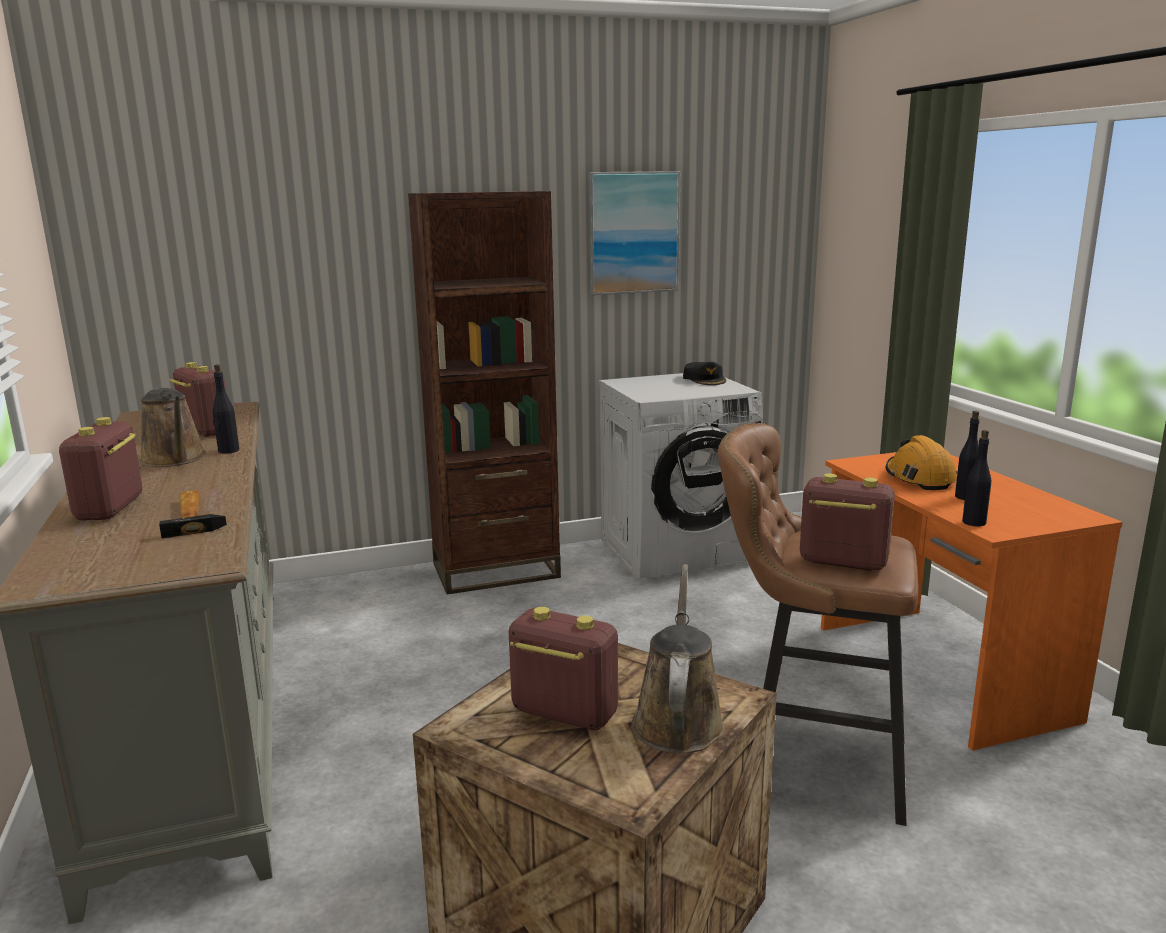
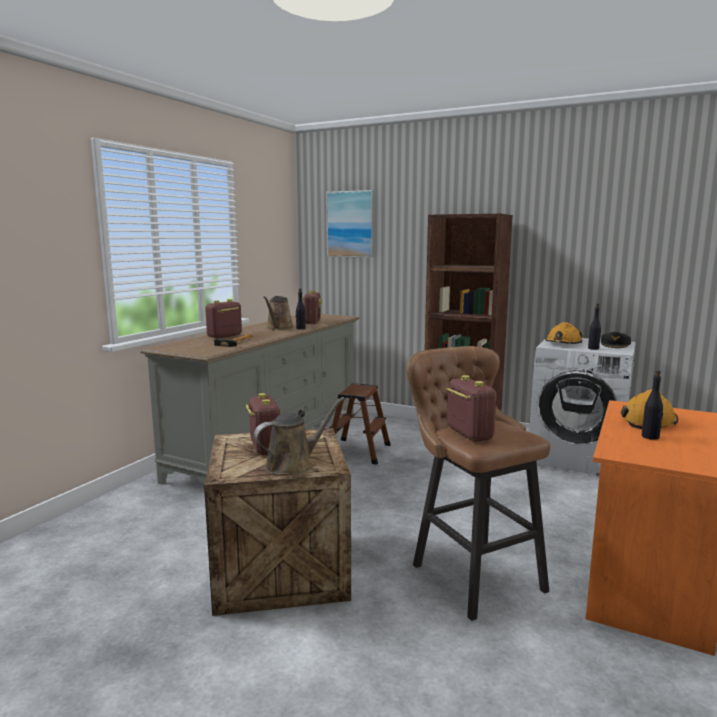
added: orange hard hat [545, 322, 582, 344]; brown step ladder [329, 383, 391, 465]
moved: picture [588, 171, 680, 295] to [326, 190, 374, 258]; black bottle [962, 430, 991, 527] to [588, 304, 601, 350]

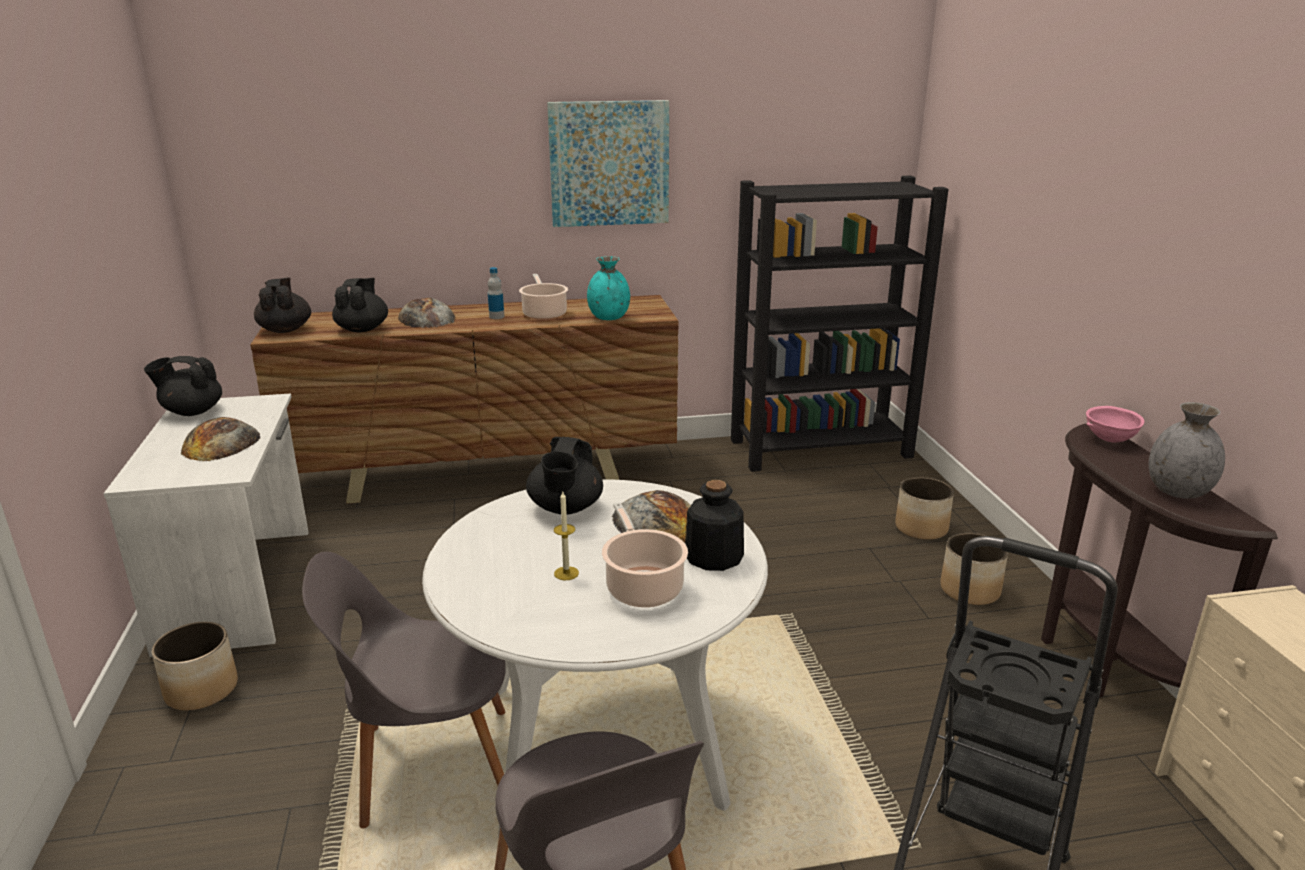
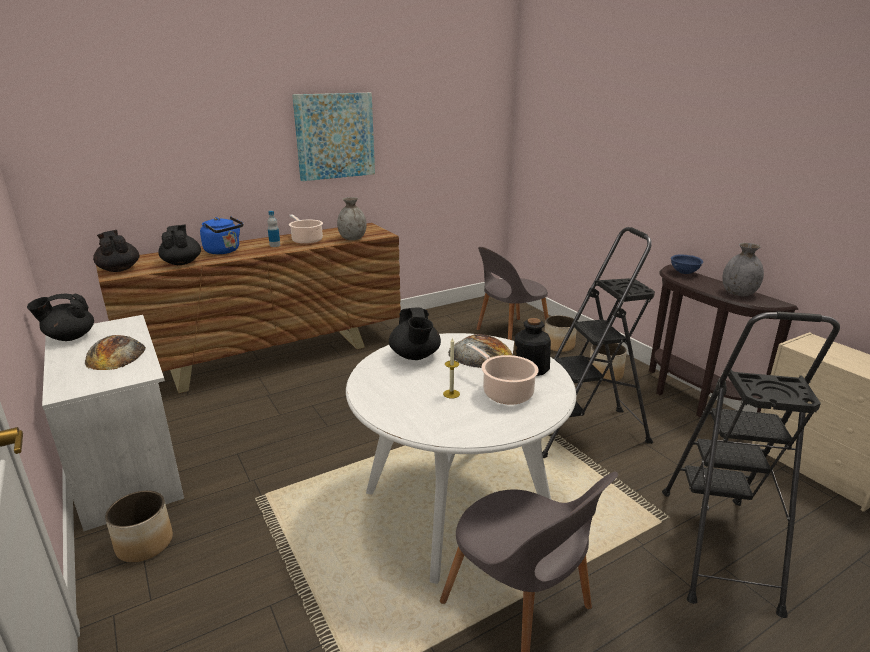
removed: black bookcase [731, 176, 948, 472]
added: step ladder [542, 227, 655, 458]
moved: grey chair [302, 552, 506, 828] to [476, 247, 549, 340]
replaced: bread [398, 298, 455, 328] to blue kettle [200, 216, 244, 254]
recoloured: turquoise vase [587, 256, 630, 320] to grey vase [337, 197, 367, 240]; pink bowl [1086, 406, 1145, 442] to blue bowl [671, 254, 703, 274]

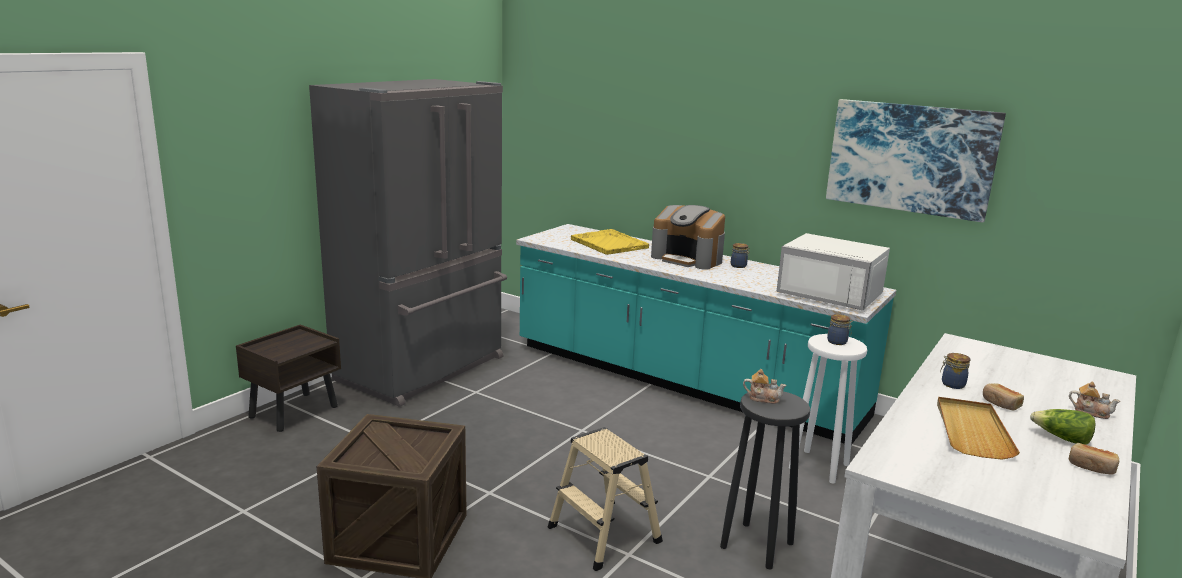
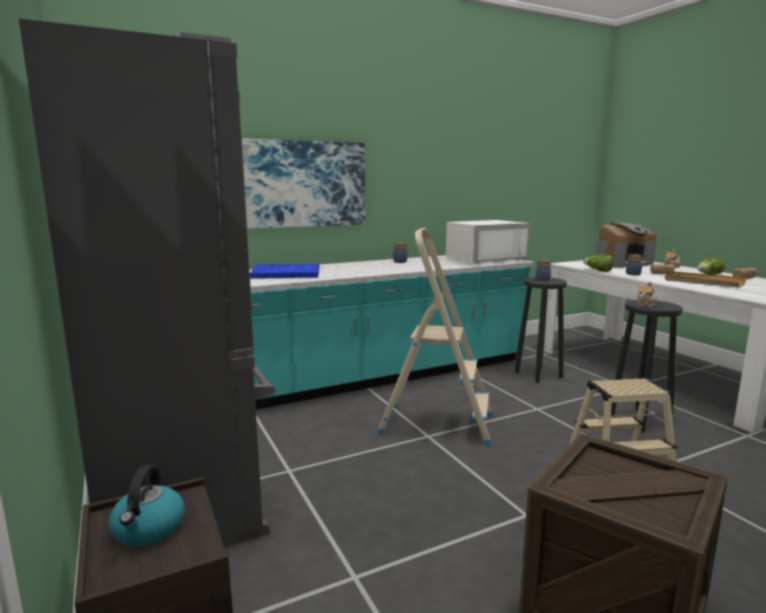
added: beige step ladder [376, 228, 494, 446]; lettuce [583, 255, 614, 272]; kettle [109, 465, 185, 547]
moved: picture [826, 99, 1006, 222] to [242, 138, 365, 229]; coffee machine [651, 205, 725, 270] to [597, 222, 657, 268]
recoloured: yellow tray [571, 229, 649, 255] to blue tray [250, 264, 320, 279]; white stool [789, 334, 867, 484] to black stool [515, 277, 567, 383]

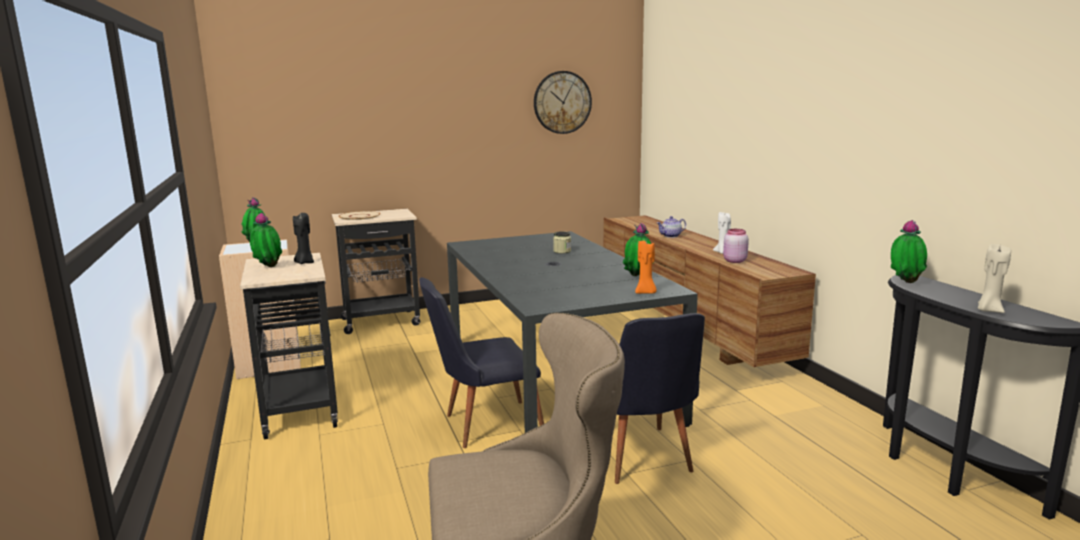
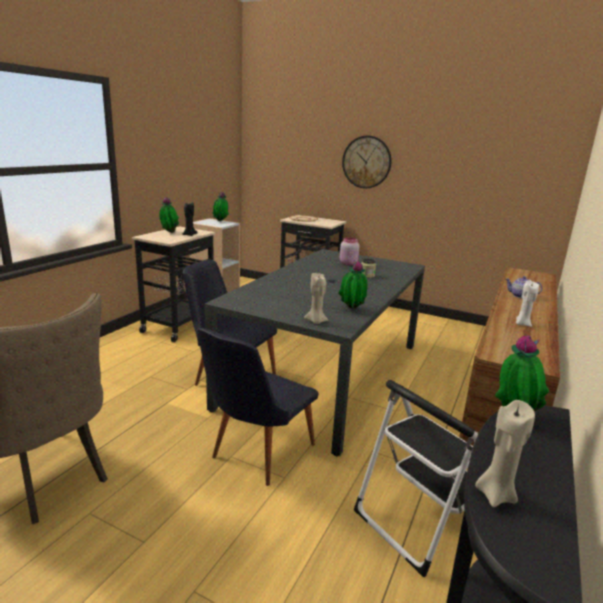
added: step ladder [354, 380, 478, 577]
moved: wall clock [534, 71, 592, 134] to [342, 136, 391, 188]; pink jar [723, 229, 749, 263] to [340, 238, 360, 265]
recoloured: orange candle [635, 240, 657, 294] to beige candle [304, 273, 328, 324]

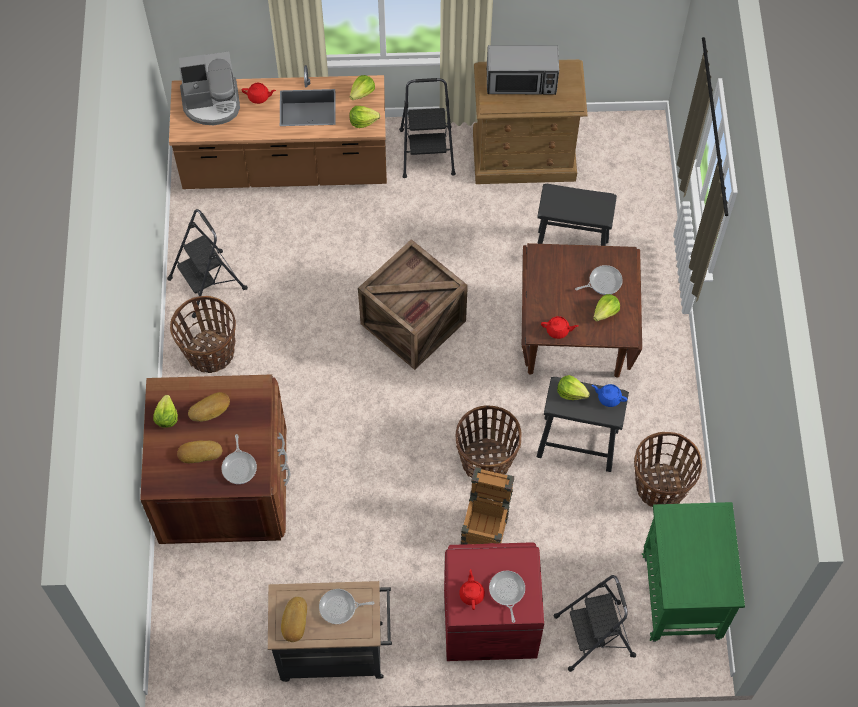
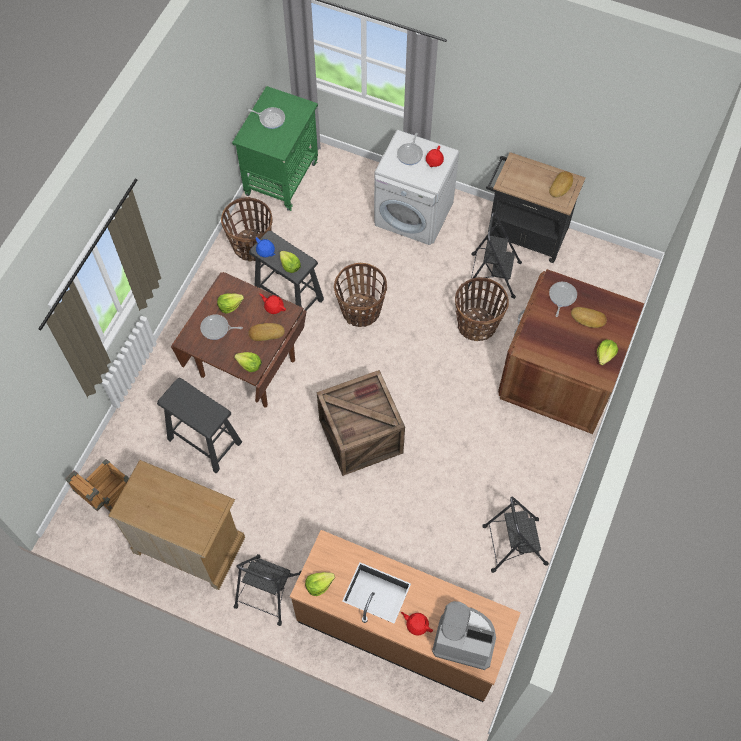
removed: microwave [487, 45, 559, 95]
moved: lettuce [349, 106, 380, 128] to [234, 352, 262, 372]; basket [170, 296, 236, 373] to [455, 277, 509, 341]; bread [188, 392, 230, 422] to [248, 323, 285, 341]; crate [461, 467, 514, 545] to [65, 459, 129, 512]; black step ladder [554, 575, 636, 672] to [464, 212, 522, 299]; frying pan [319, 589, 374, 624] to [248, 107, 285, 129]
recoloured: red washing machine [444, 542, 544, 661] to white washing machine [374, 130, 459, 245]

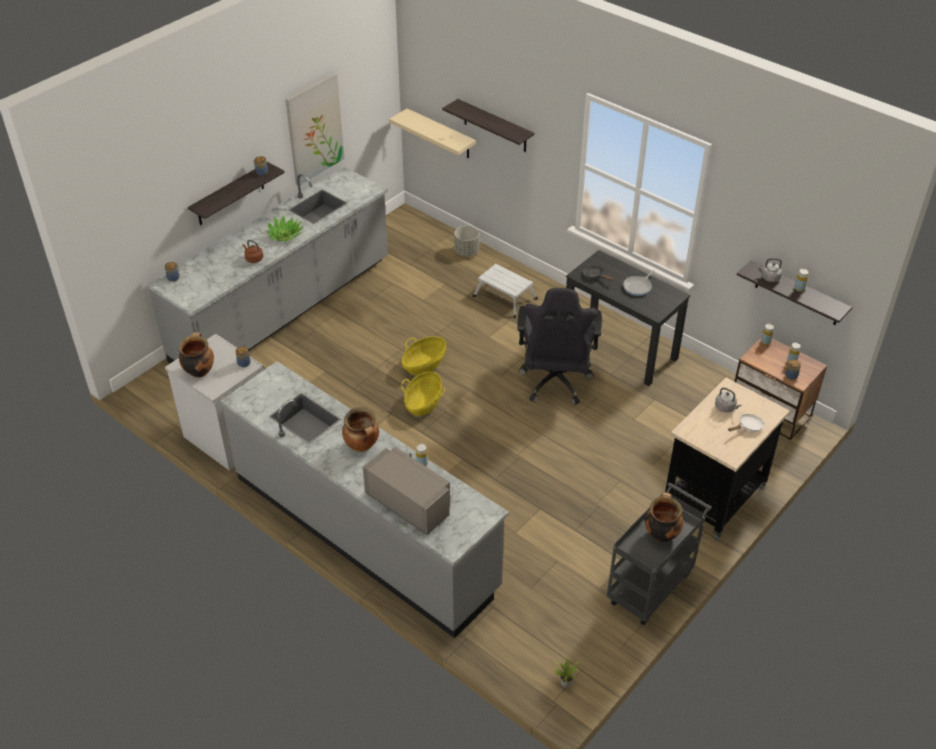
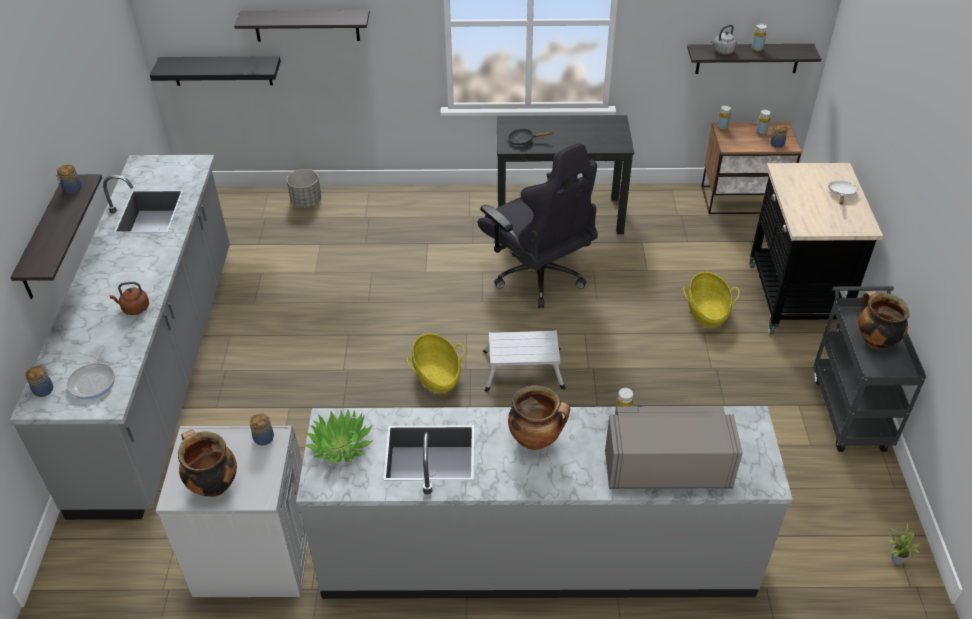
removed: picture [285, 73, 345, 185]; grey kettle [715, 388, 741, 413]
moved: potted plant [265, 215, 303, 242] to [304, 410, 374, 464]; white step ladder [472, 264, 538, 318] to [483, 330, 566, 392]; frying pan [623, 270, 654, 296] to [67, 345, 115, 400]; basket [402, 336, 446, 375] to [683, 272, 740, 327]
recoloured: beige shelf [389, 108, 476, 158] to black shelf [150, 56, 281, 86]

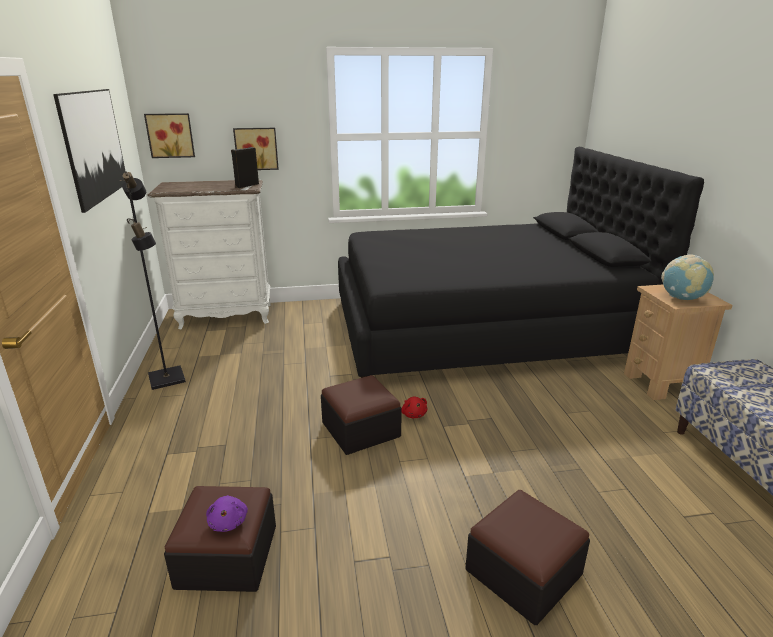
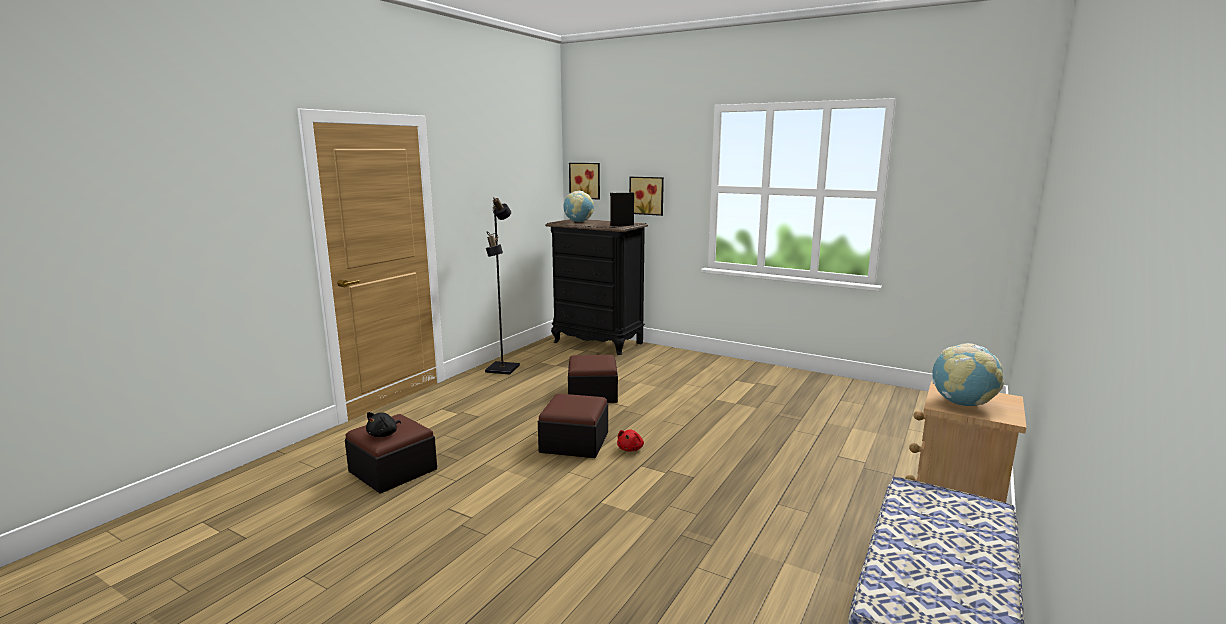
removed: picture [53, 89, 126, 213]; black bed [338, 147, 704, 378]
added: globe [563, 191, 594, 222]
moved: ottoman [466, 490, 590, 625] to [568, 355, 618, 403]
recoloured: white dresser [147, 179, 271, 329] to black dresser [545, 219, 648, 355]; purple plush toy [206, 495, 248, 532] to black plush toy [366, 412, 401, 437]

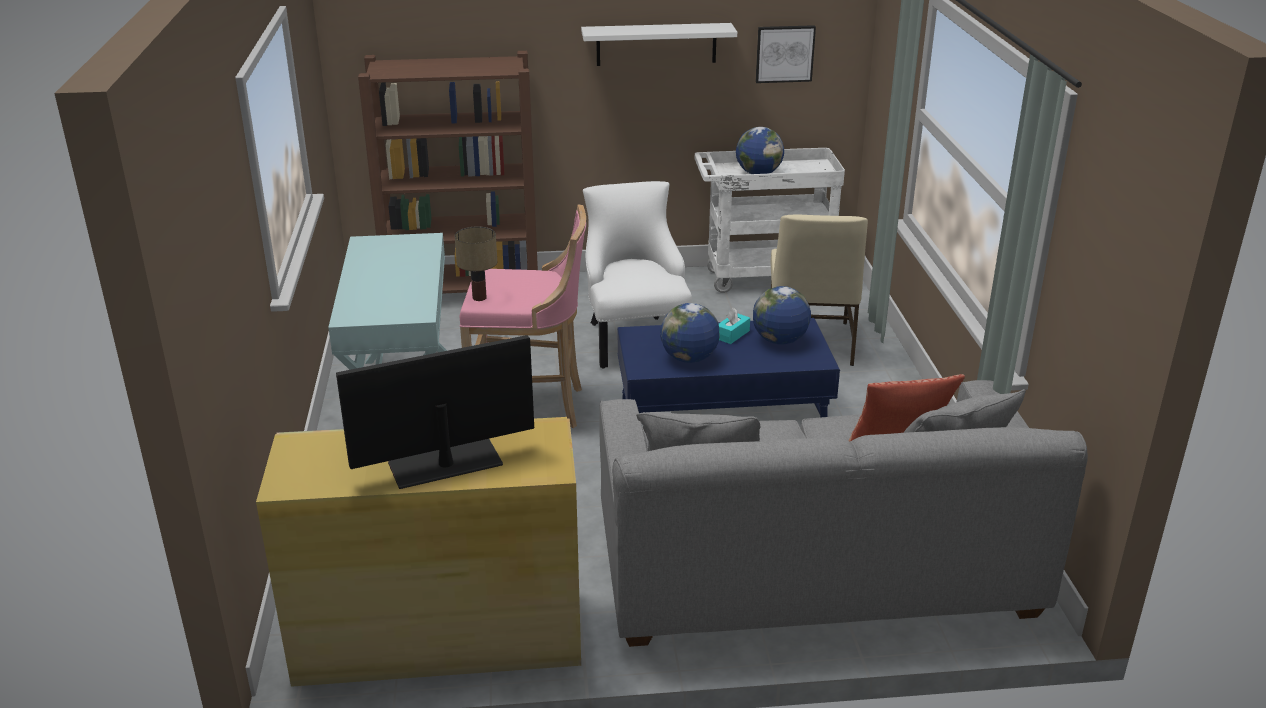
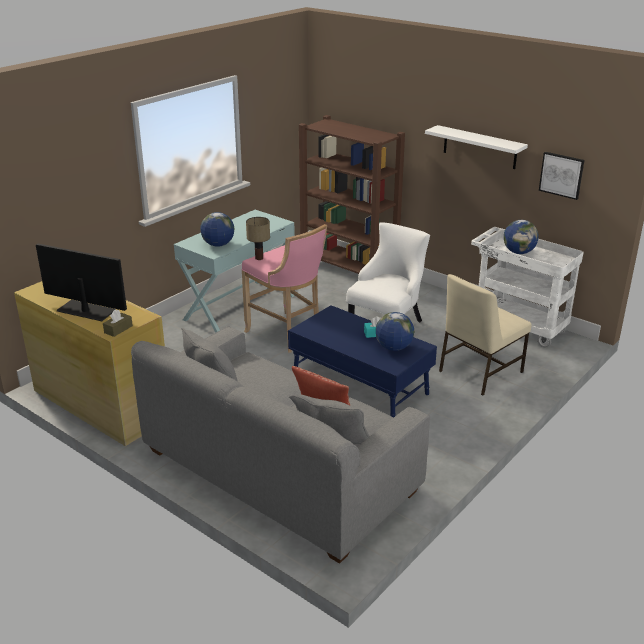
added: brown tissue box [103, 309, 133, 337]
moved: globe [660, 303, 720, 363] to [200, 212, 234, 247]

